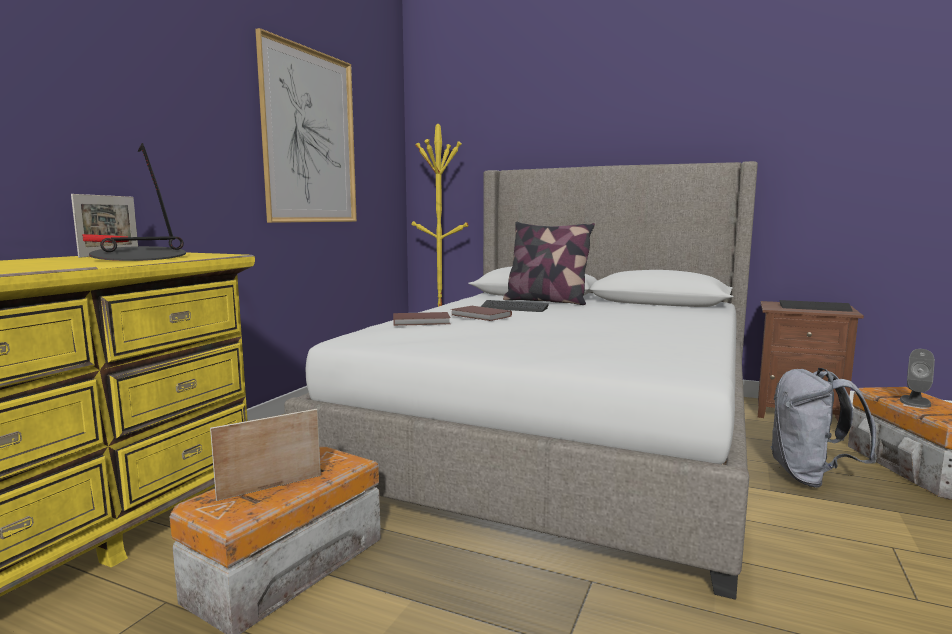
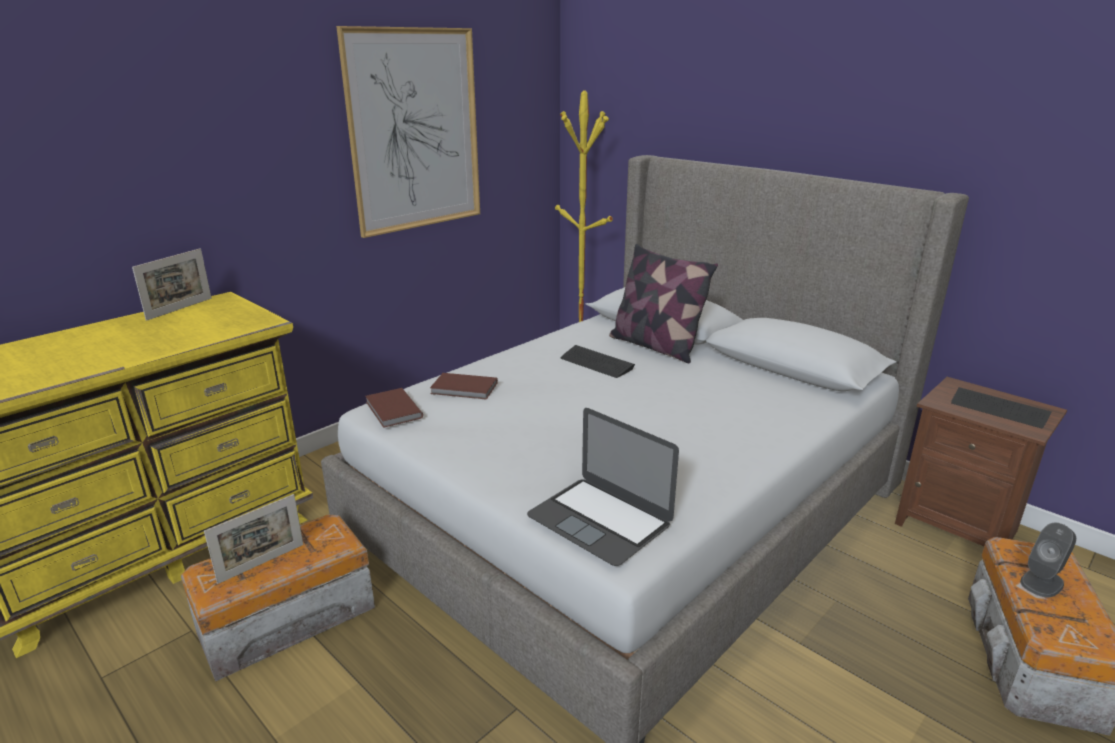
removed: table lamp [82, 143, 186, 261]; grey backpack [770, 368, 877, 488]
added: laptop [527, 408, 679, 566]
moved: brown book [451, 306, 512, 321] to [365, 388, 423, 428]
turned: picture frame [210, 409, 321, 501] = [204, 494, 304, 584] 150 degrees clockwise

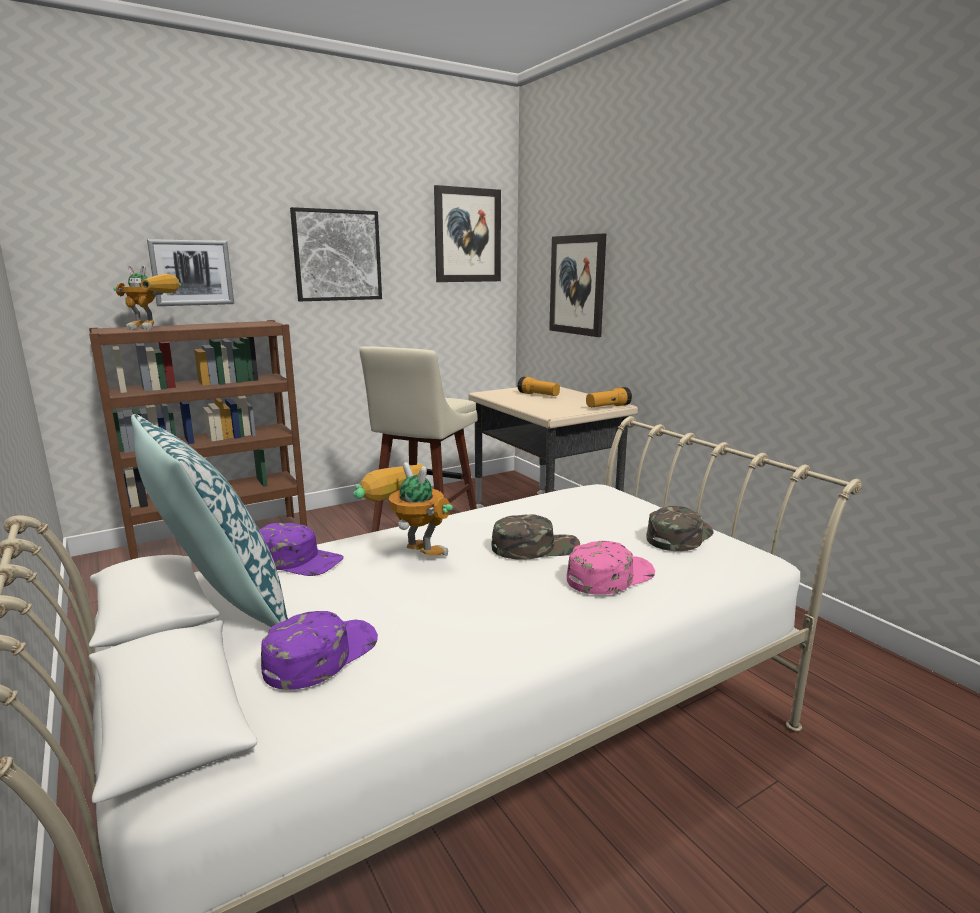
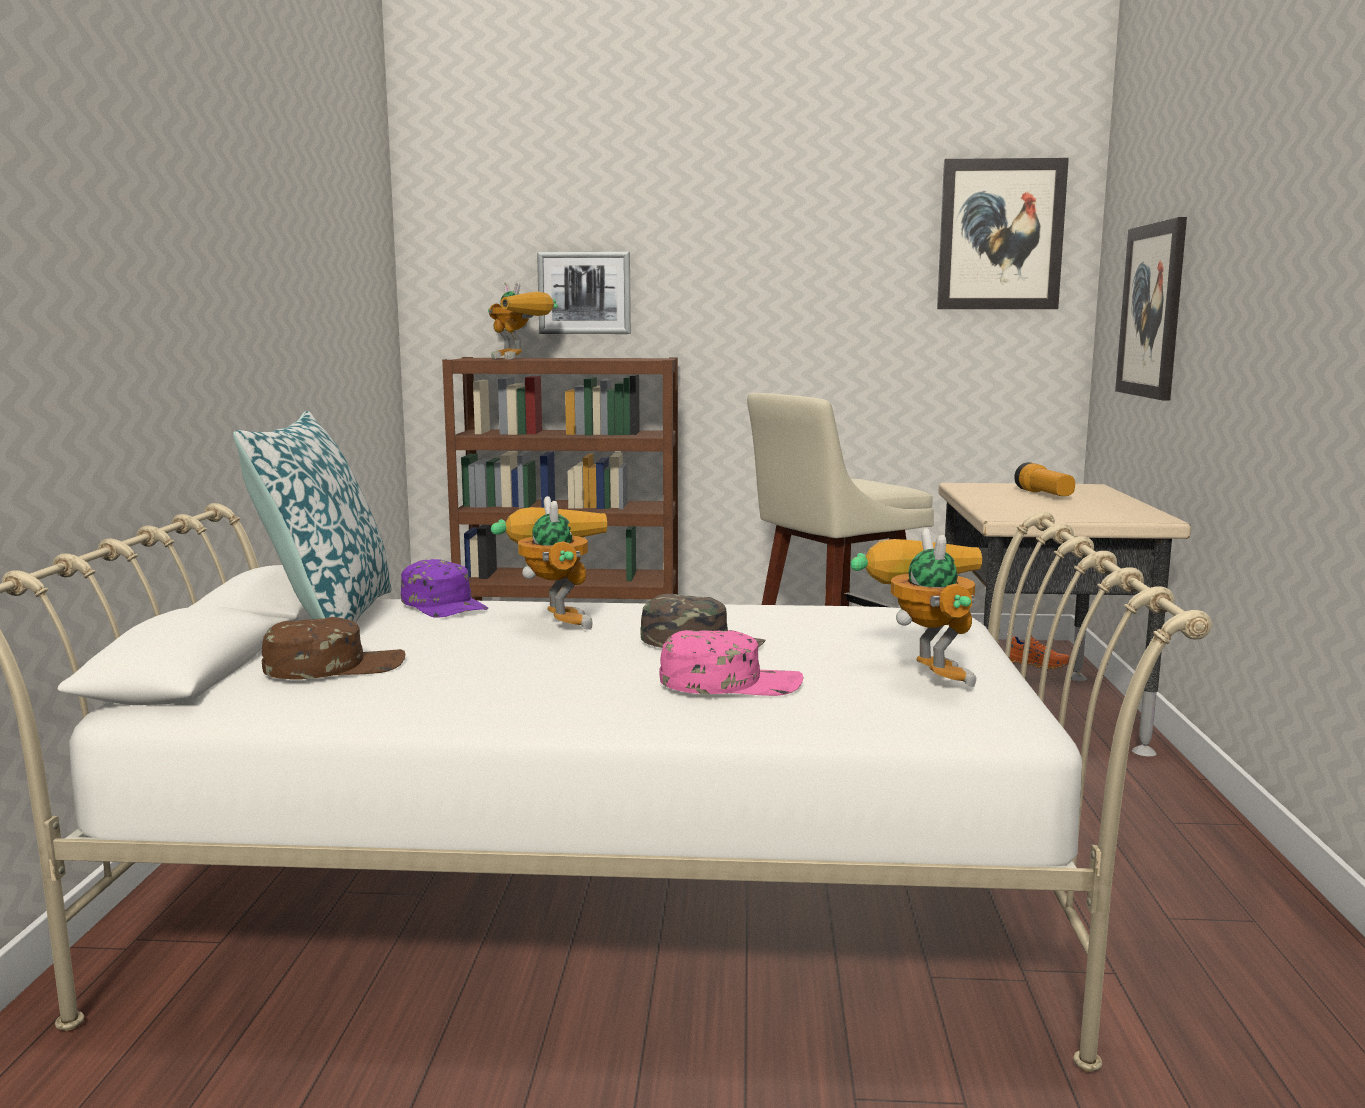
removed: picture [290, 207, 382, 301]; flashlight [586, 387, 632, 407]
added: orange shoe [1010, 636, 1070, 670]
replaced: green cap [646, 506, 714, 551] to toy robot [850, 528, 982, 687]
recoloured: purple cap [261, 611, 378, 690] to brown cap [262, 617, 405, 679]

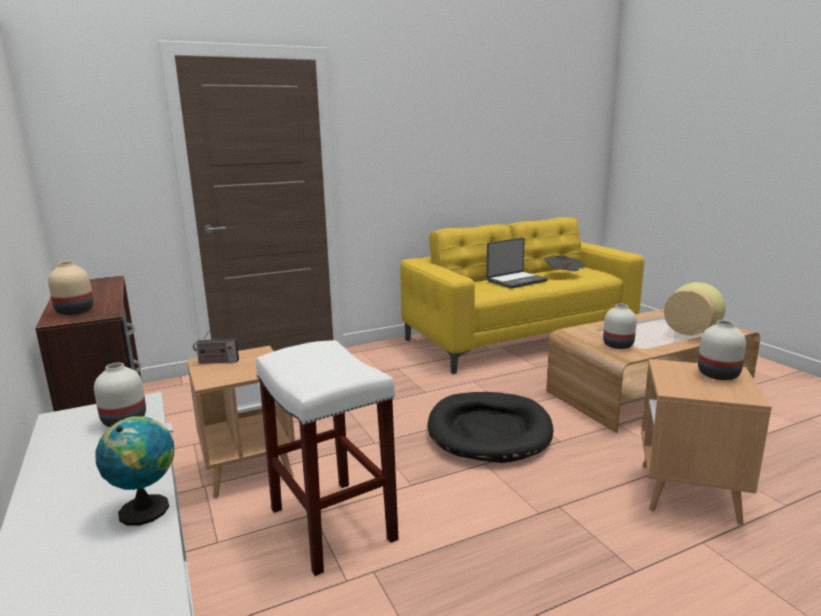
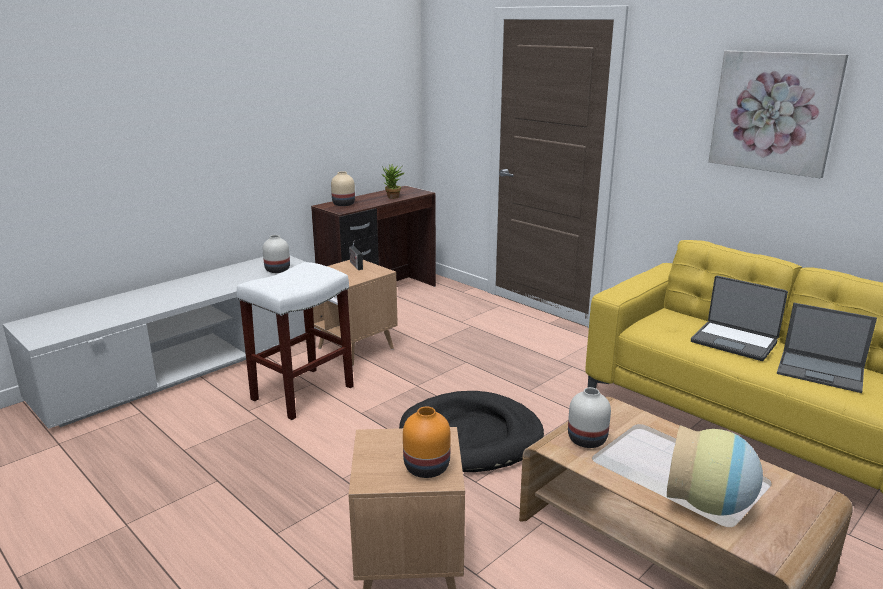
removed: globe [95, 416, 174, 526]
added: picture [708, 51, 848, 178]; potted plant [382, 164, 404, 199]
replaced: newspaper [544, 256, 585, 271] to laptop [777, 303, 877, 393]
recoloured: white vase [698, 320, 746, 380] to orange vase [403, 407, 451, 478]

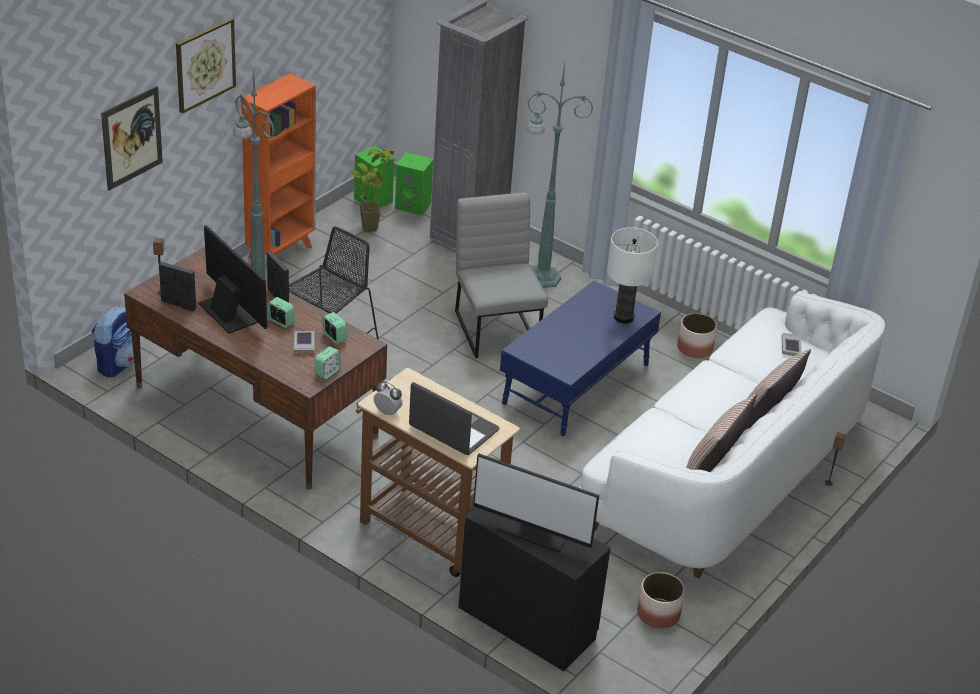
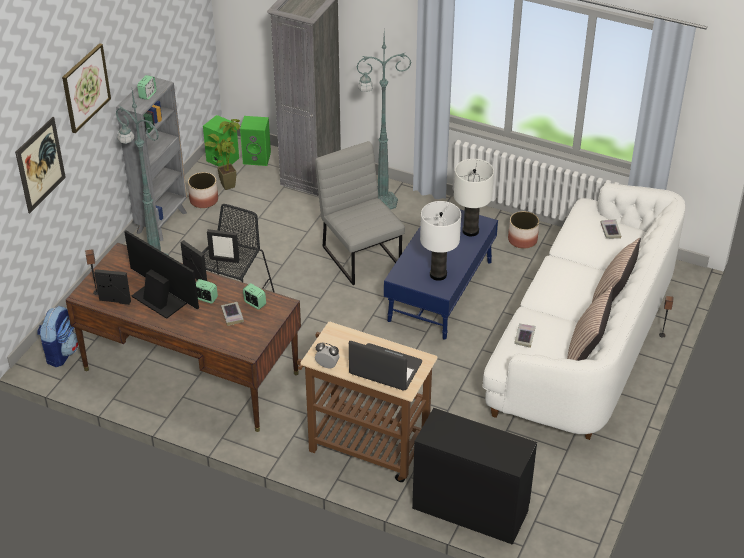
removed: monitor [473, 454, 599, 552]
added: white table lamp [420, 201, 461, 281]; picture frame [207, 229, 240, 263]; book [514, 323, 536, 348]
moved: alarm clock [314, 347, 341, 379] to [137, 75, 157, 100]; planter [637, 572, 685, 628] to [188, 172, 218, 208]
recoloured: orange bookcase [241, 73, 316, 259] to grey bookcase [116, 75, 187, 241]

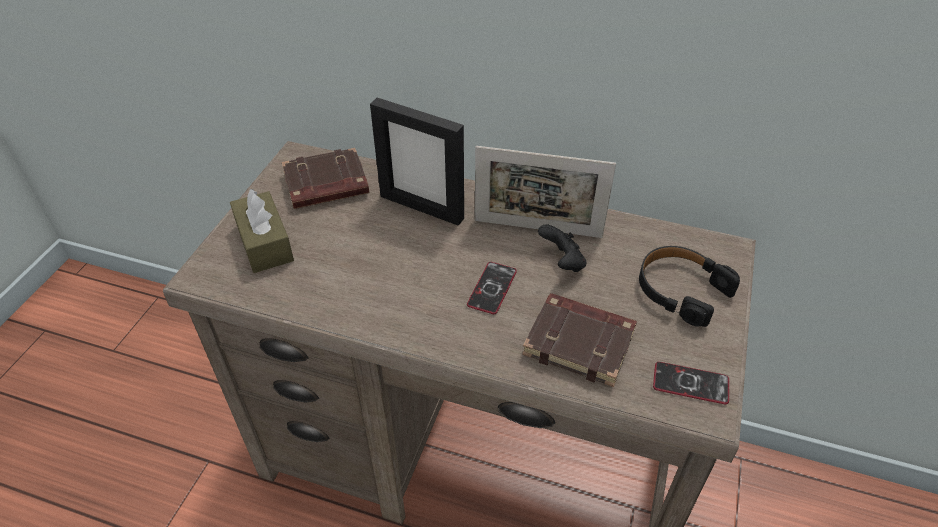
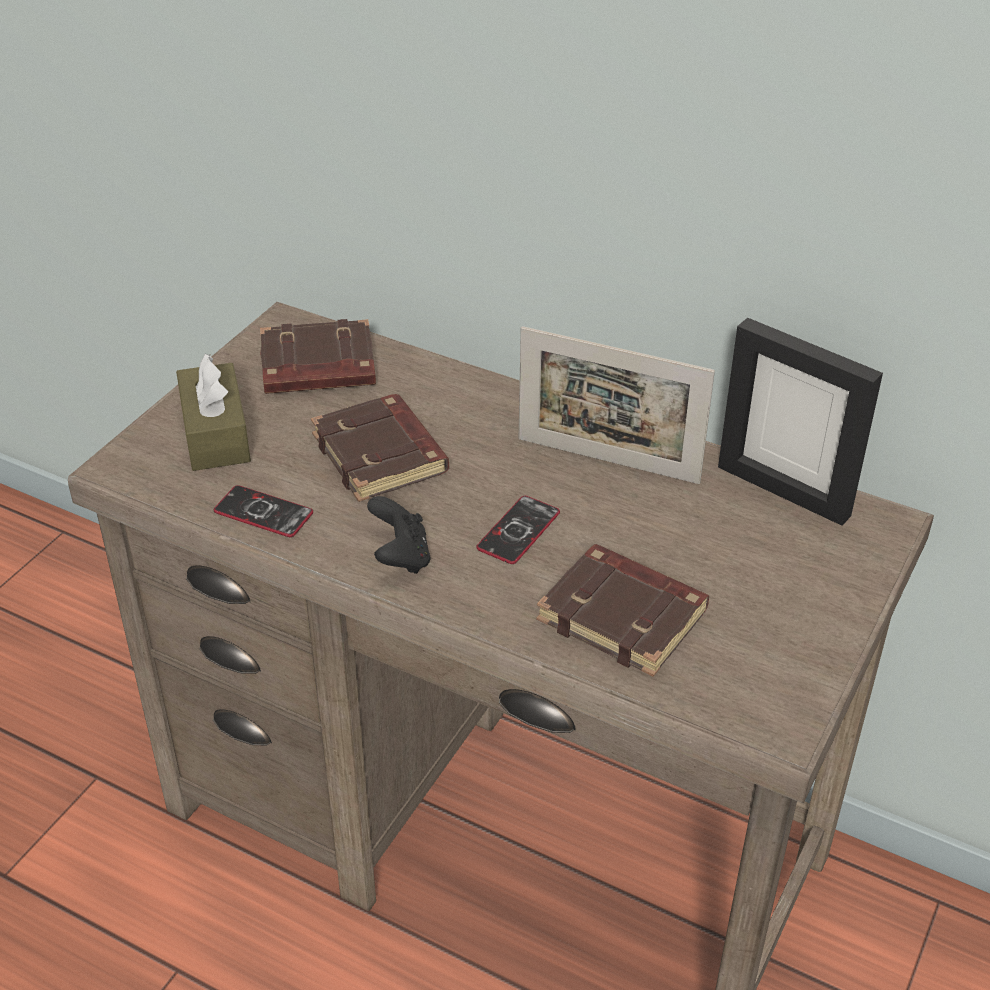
removed: black headphones [639, 246, 740, 327]
added: brown book [311, 394, 449, 502]
moved: picture frame [370, 98, 464, 226] to [718, 318, 883, 526]; black game controller [538, 225, 586, 272] to [367, 496, 431, 574]; phone [653, 362, 729, 404] to [214, 485, 313, 537]

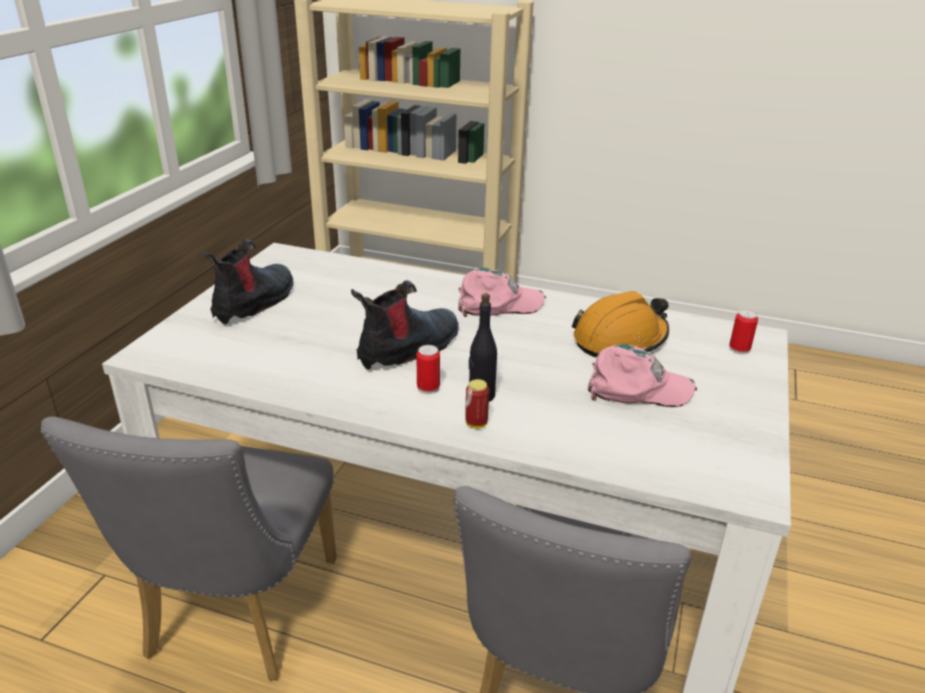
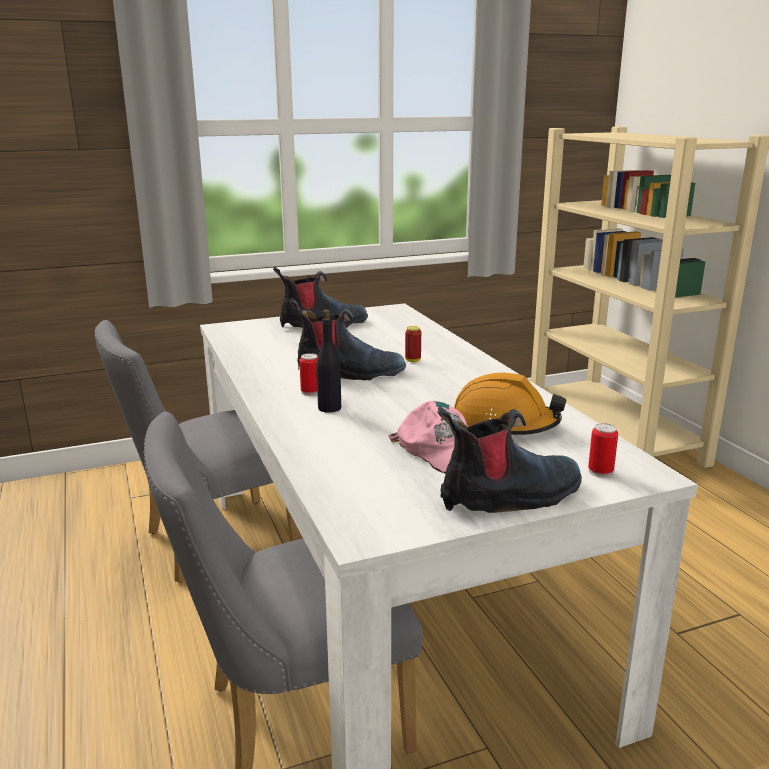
removed: pink cap [458, 268, 546, 317]
added: boot [438, 407, 582, 513]
moved: can [465, 379, 489, 428] to [405, 326, 421, 362]

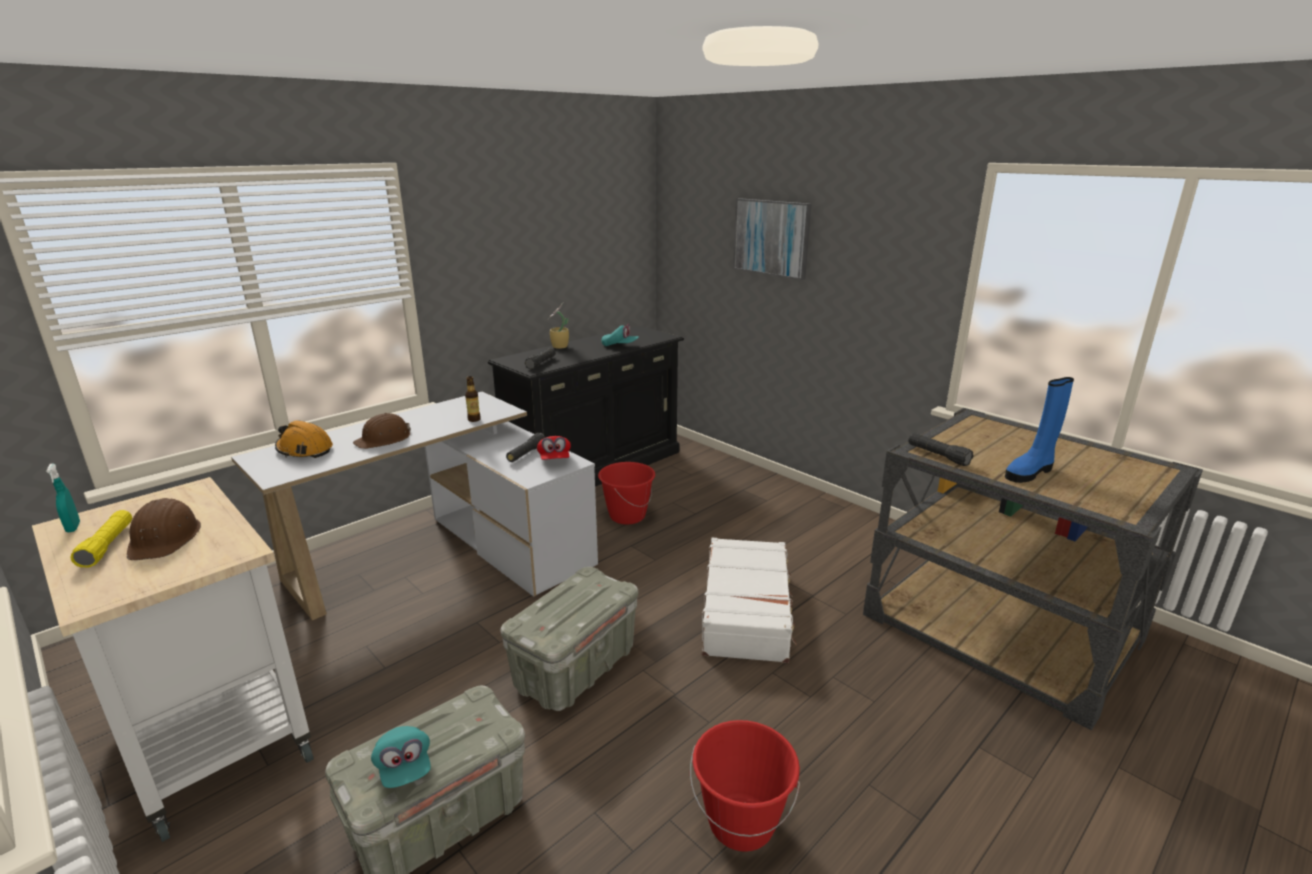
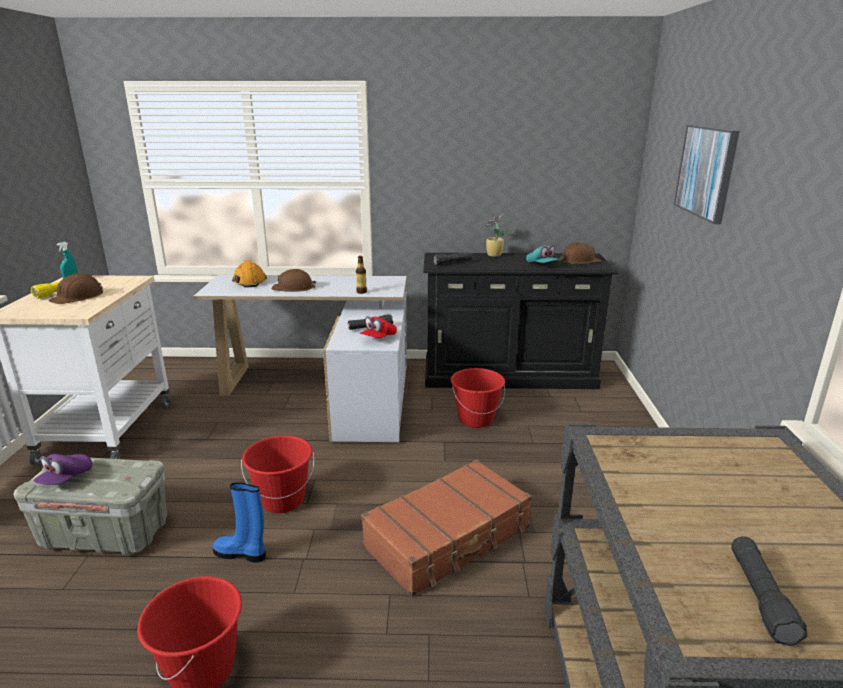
added: brown hard hat [559, 243, 601, 264]
moved: blue boot [1005, 377, 1074, 483] to [212, 482, 266, 563]; black flashlight [908, 433, 974, 466] to [732, 536, 807, 646]
replaced: grey storage box [500, 567, 638, 711] to red bucket [241, 435, 314, 513]
recoloured: white suitcase [702, 538, 797, 663] to brown suitcase [361, 460, 532, 597]; turquoise cap [371, 726, 431, 788] to purple cap [33, 454, 92, 485]

